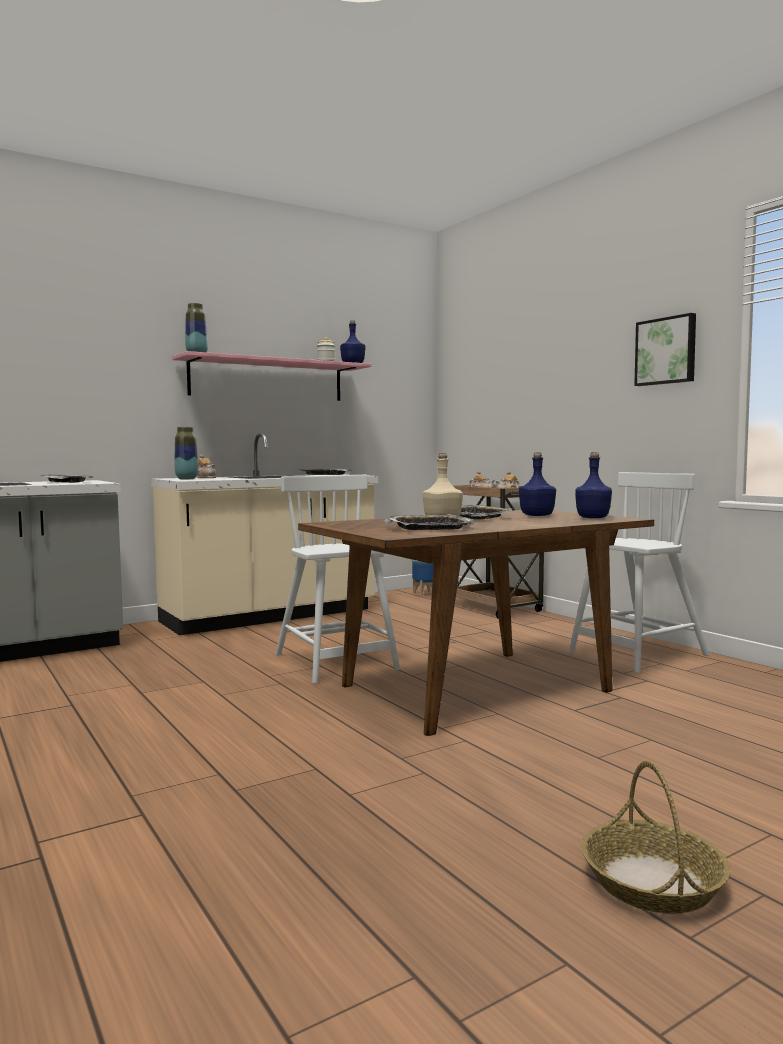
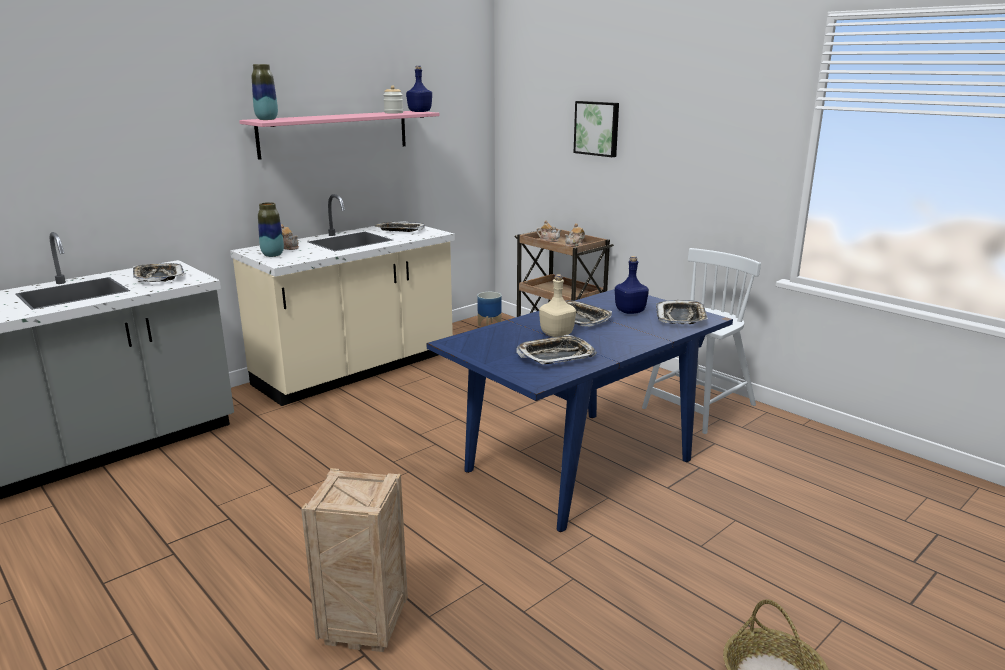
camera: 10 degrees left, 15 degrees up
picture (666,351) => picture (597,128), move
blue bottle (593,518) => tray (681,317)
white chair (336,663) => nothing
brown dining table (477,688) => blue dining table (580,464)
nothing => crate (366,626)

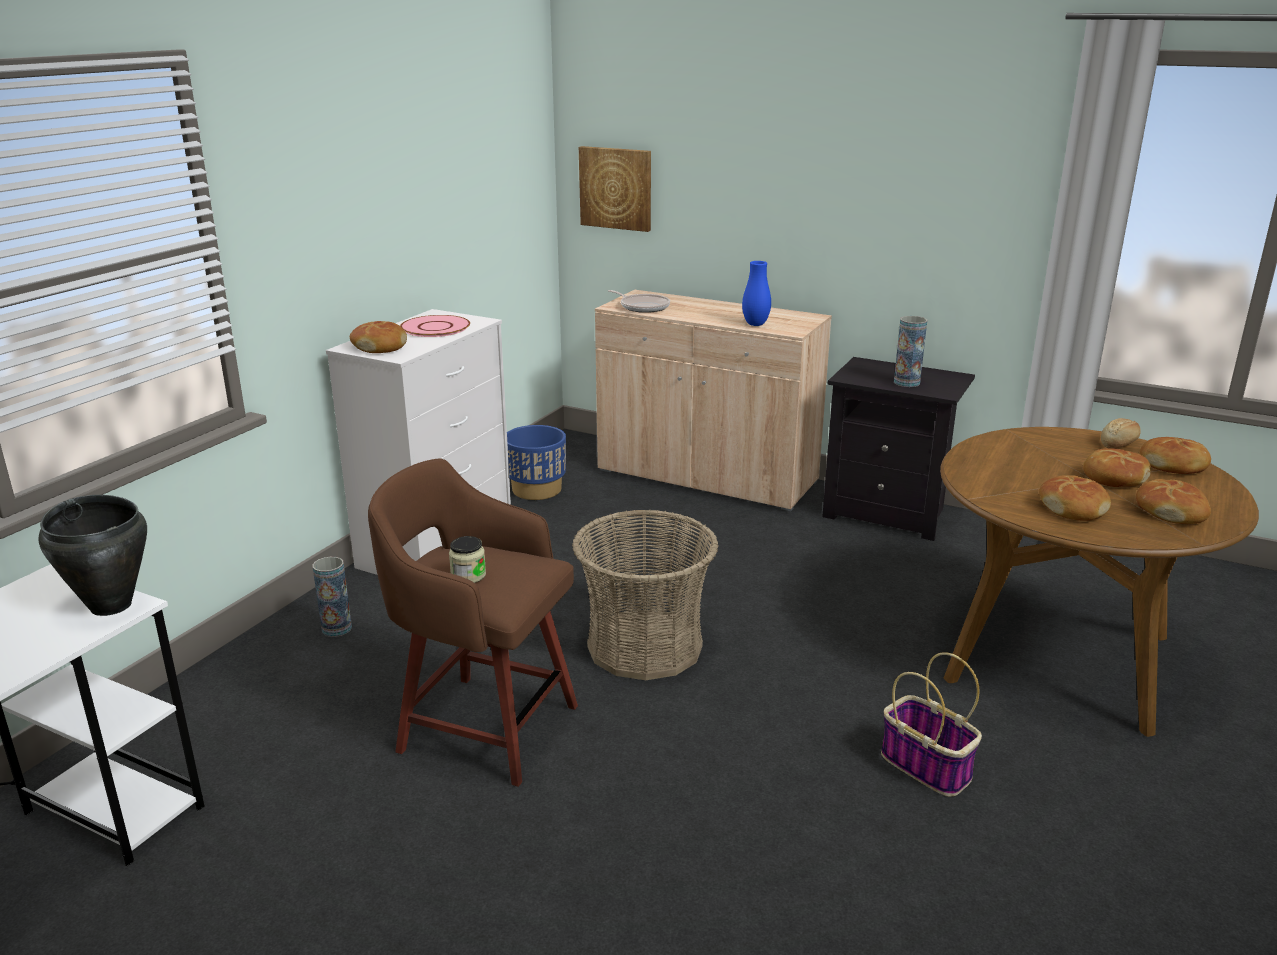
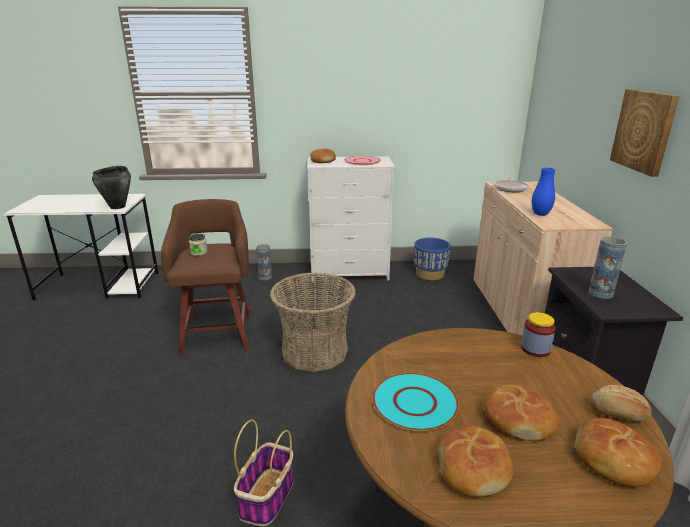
camera: 60 degrees right, 0 degrees up
picture (616,188) => picture (644,131), move
bread (1073,508) => turquoise plate (415,403)
nothing => jar (535,349)

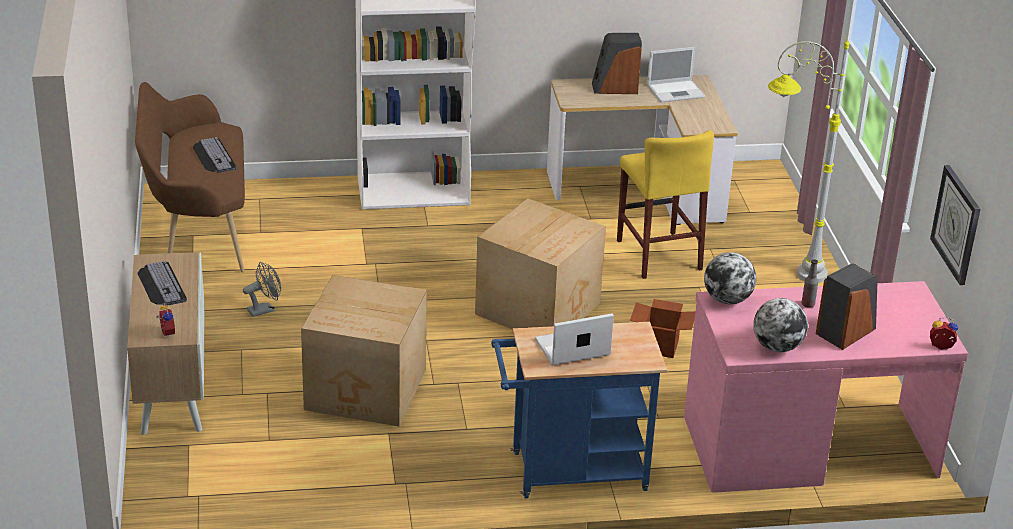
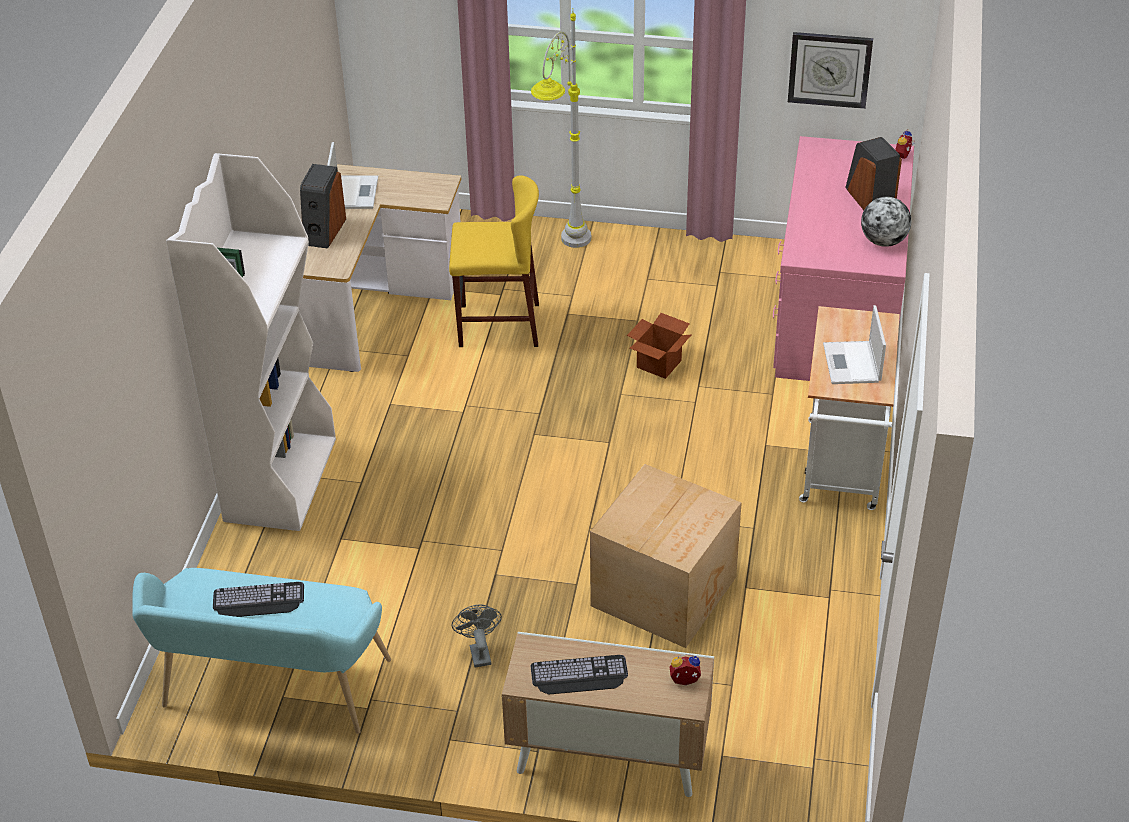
camera: 70 degrees left, 10 degrees up
brown bench (197,229) => turquoise bench (270,690)
cardboard box (540,308) => nothing
globe (727,300) => nothing
bottle (808,304) => nothing
blue cart (569,473) => white cart (842,471)

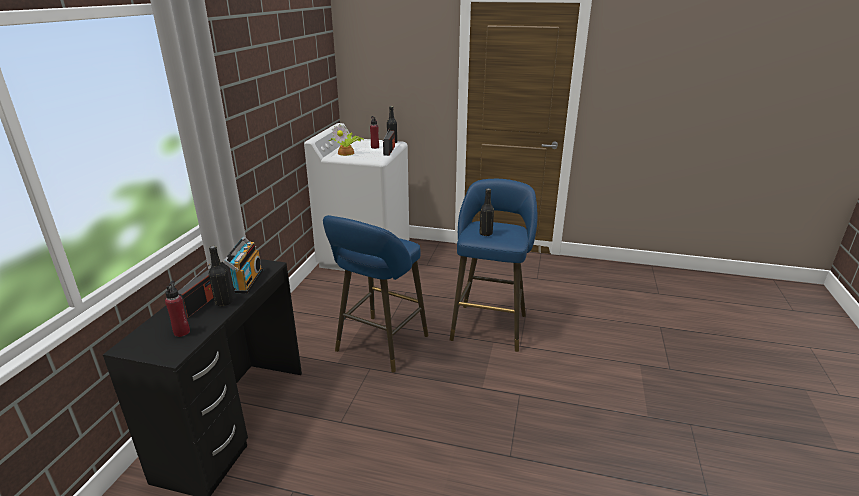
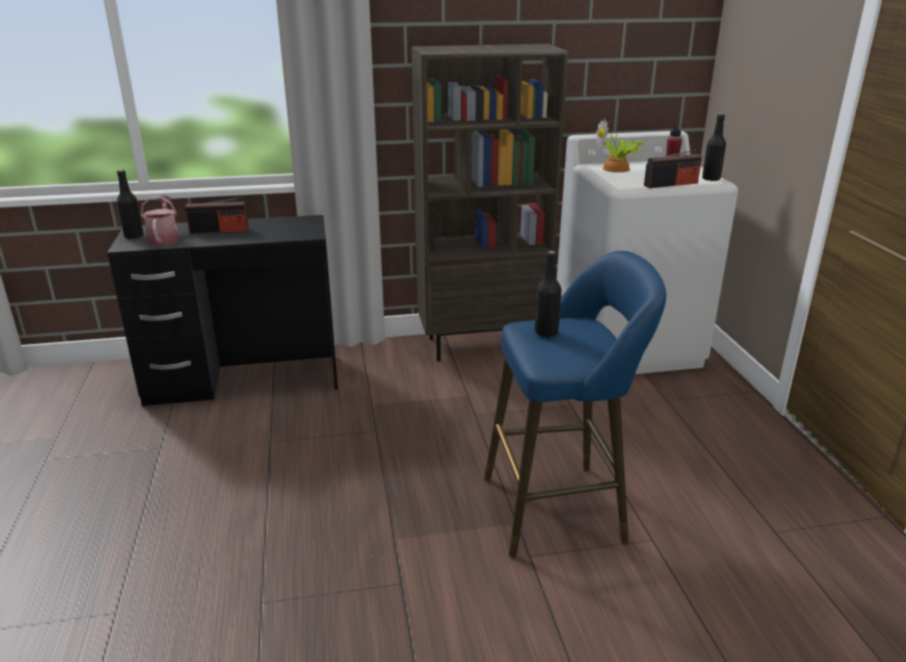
camera: 65 degrees right, 0 degrees up
blue stool (379,346) => nothing
radio (247,281) => nothing
black bottle (224,302) => black bottle (134,236), move
red bottle (182,332) => watering can (164,238)
nothing => brown bookcase (482,344)

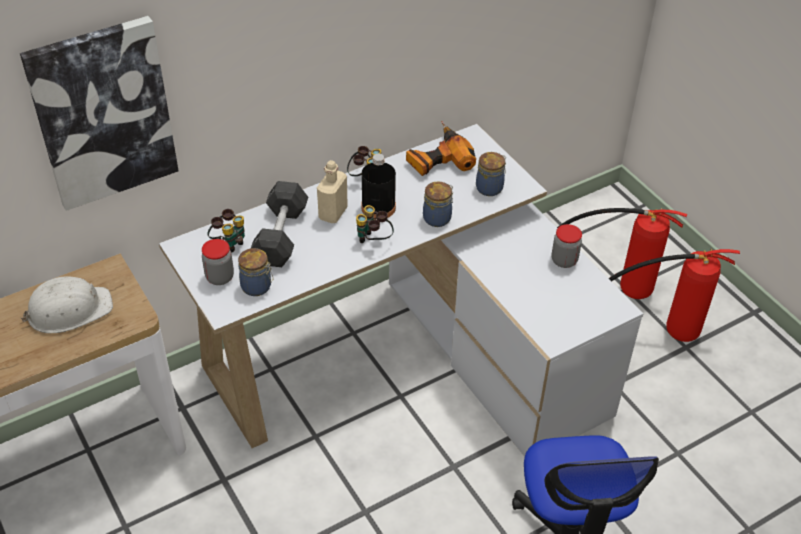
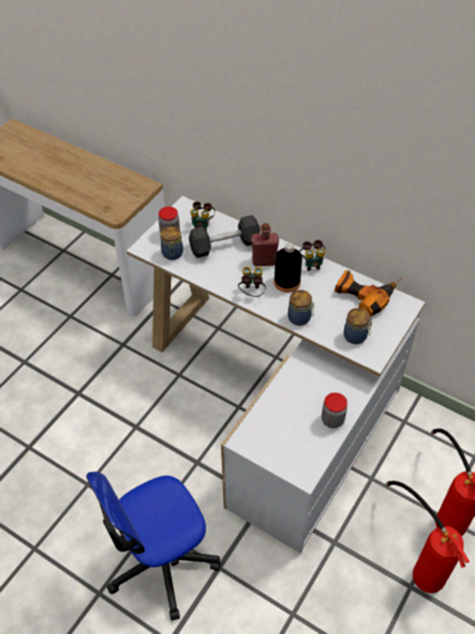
camera: 65 degrees right, 5 degrees up
picture (103,113) => nothing
beige bottle (333,213) => red bottle (264,261)
white hard hat (69,310) => nothing

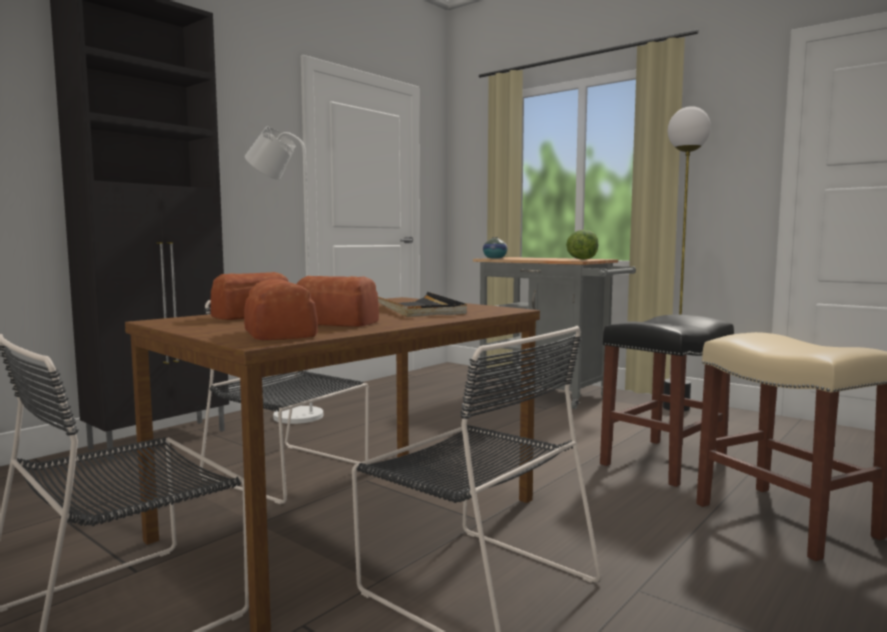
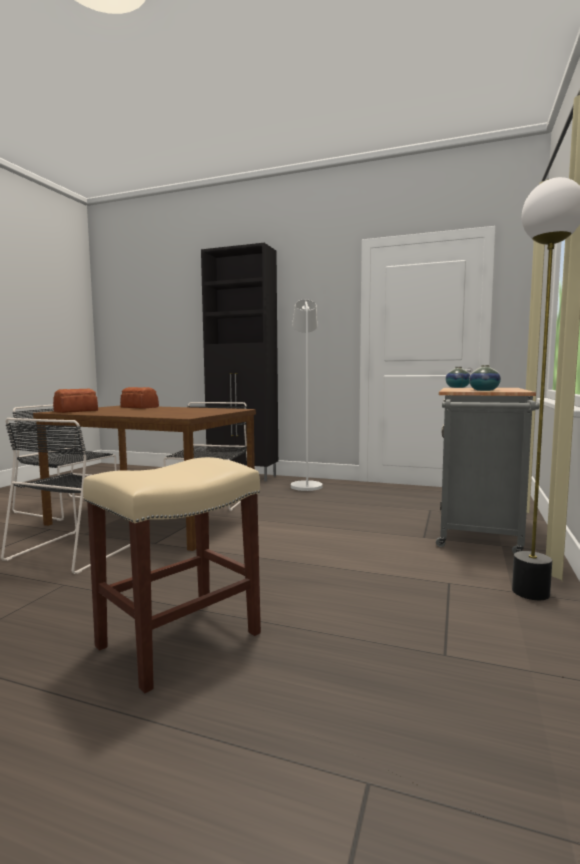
camera: 70 degrees right, 0 degrees up
lettuce (582,259) => vase (484,390)
bread (335,322) => nothing
black tray (416,309) => nothing
black stool (663,462) => nothing

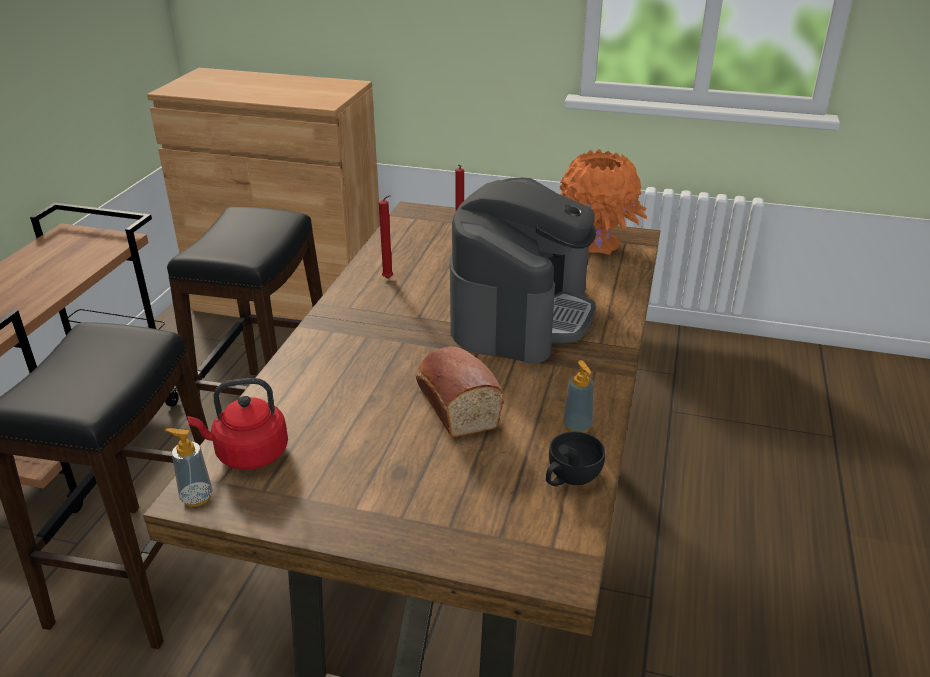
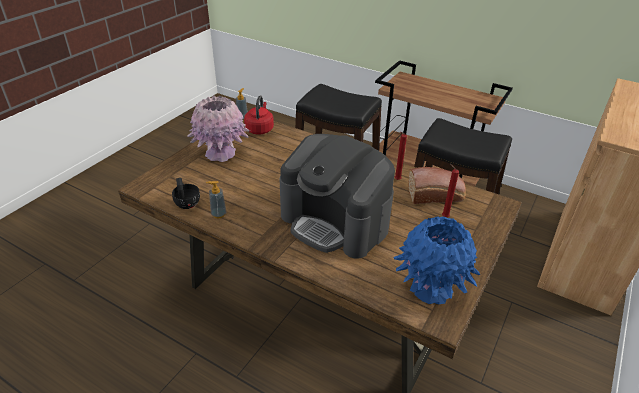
camera: 105 degrees right, 5 degrees up
orange vase (595,244) => blue vase (430,288)
bread (455,403) => bread (436,195), move
nothing => pink vase (221,154)

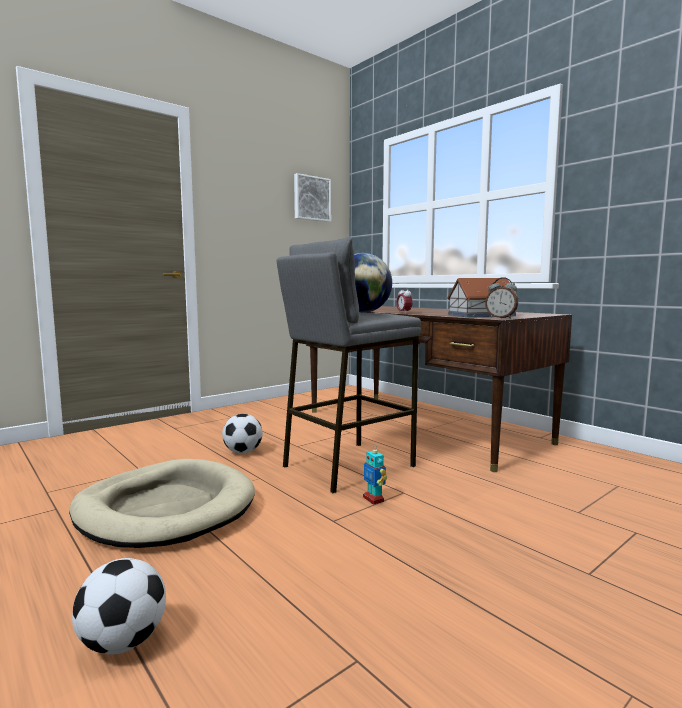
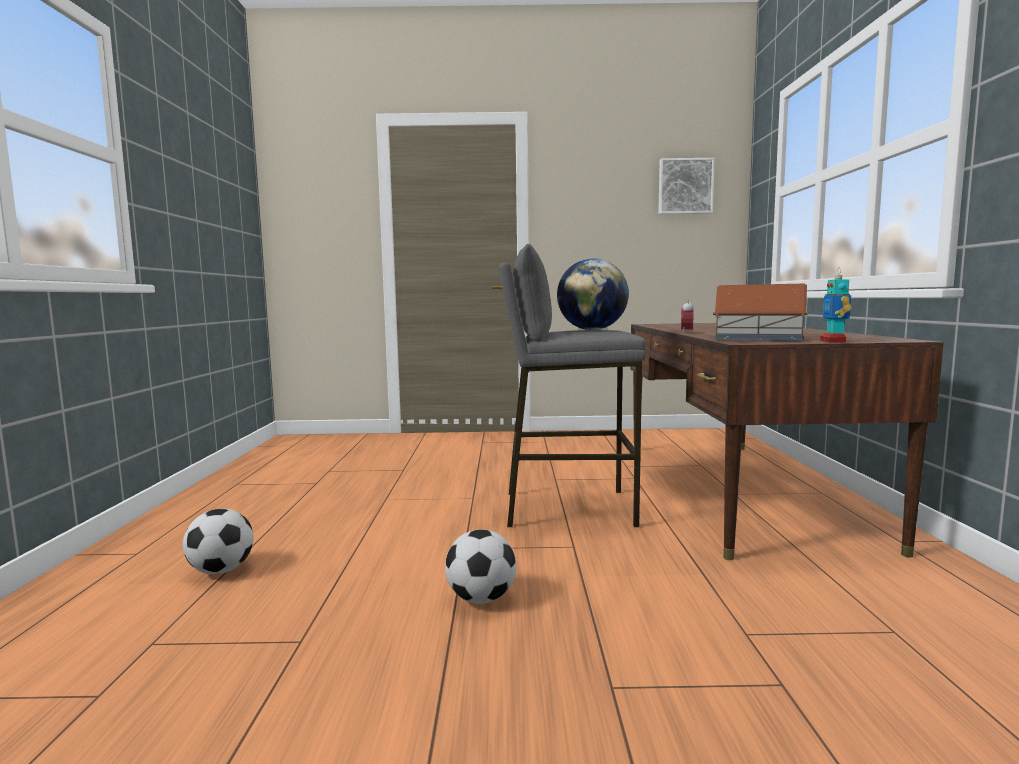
camera: 40 degrees right, 0 degrees up
alarm clock (501,318) => nothing
football (243,452) => football (481,599), move
toy robot (373,499) => toy robot (833,341), move
beige dog bed (165,509) => nothing

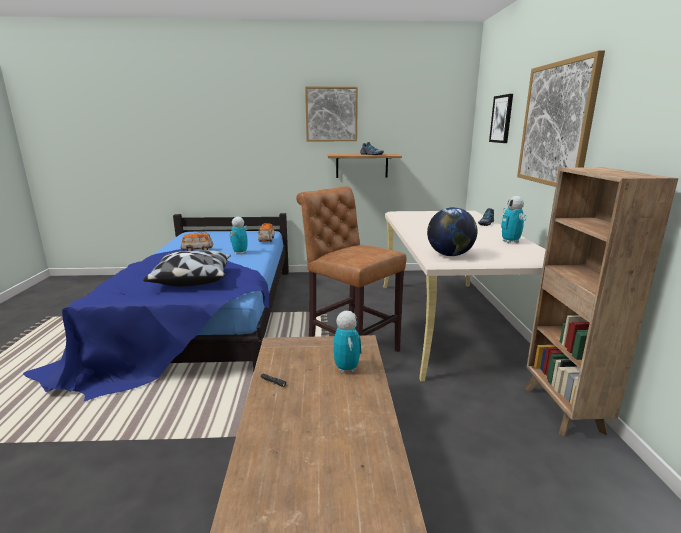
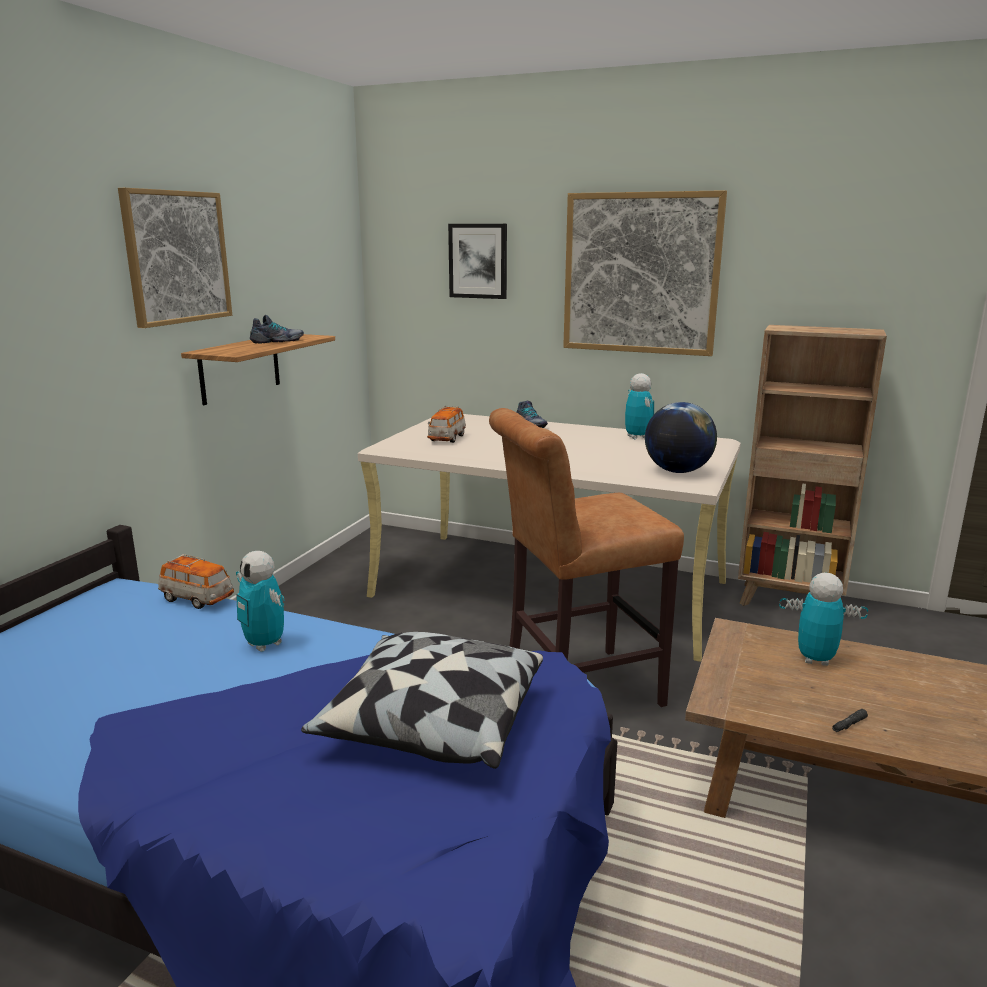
camera: 65 degrees left, 0 degrees up
toy robot (510,242) => toy robot (637,437), 120 degrees counterclockwise
toy car (197,250) => toy car (447,439), move

